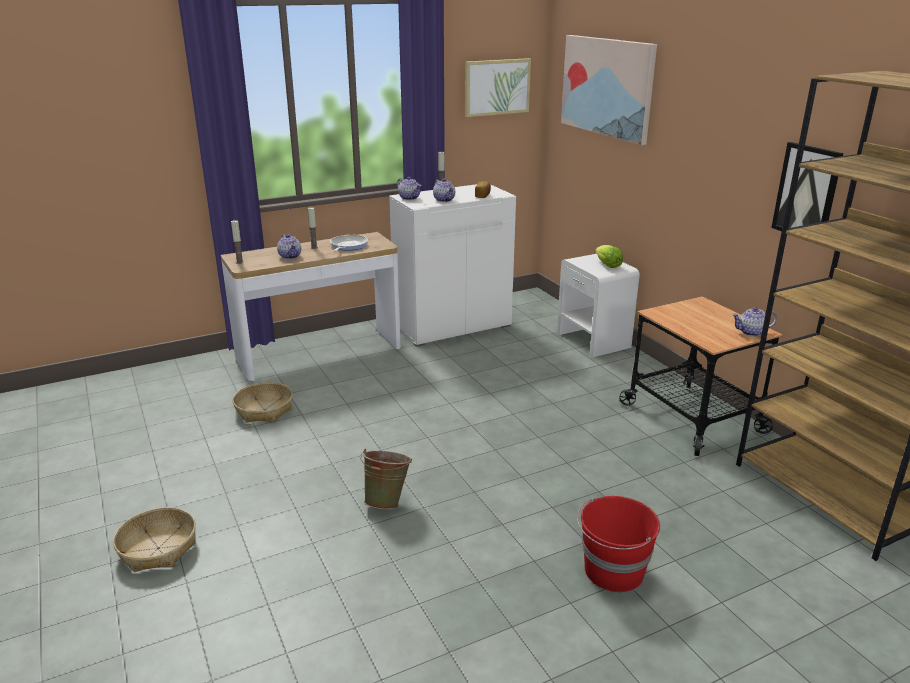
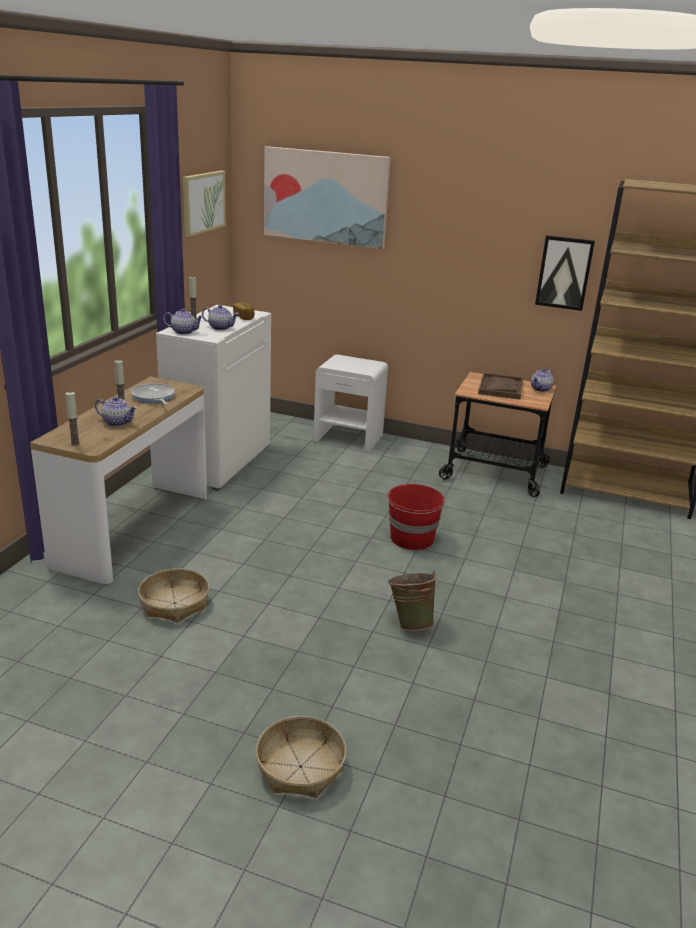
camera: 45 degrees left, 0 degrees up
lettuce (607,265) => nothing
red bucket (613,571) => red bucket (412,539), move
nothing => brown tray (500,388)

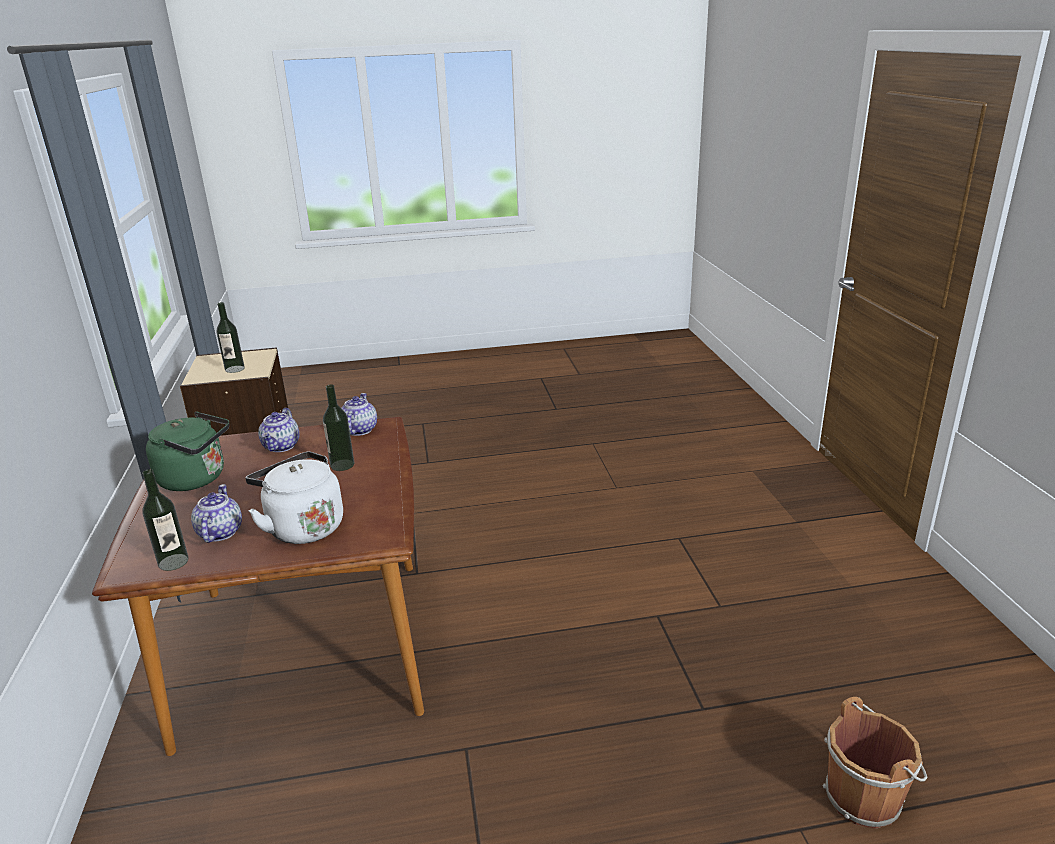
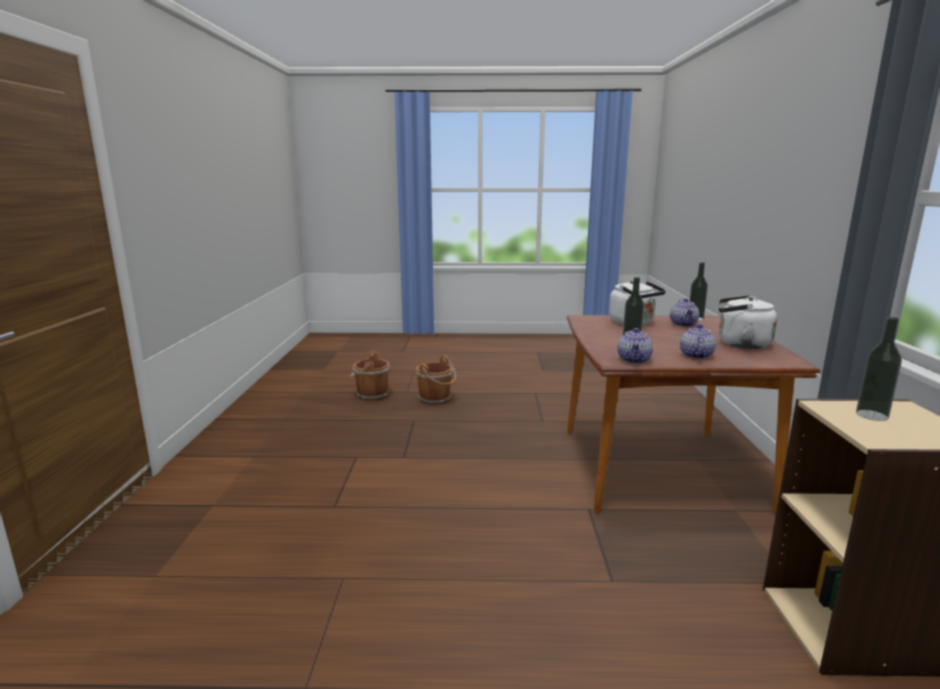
camera: 170 degrees left, 10 degrees down
green kettle (197,479) => white kettle (740,344)
nothing => brown bucket (436,399)

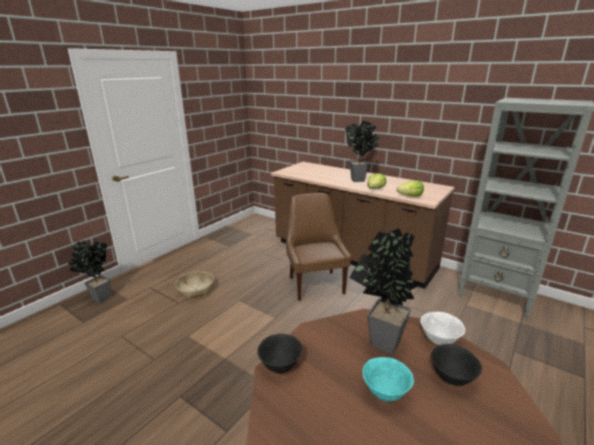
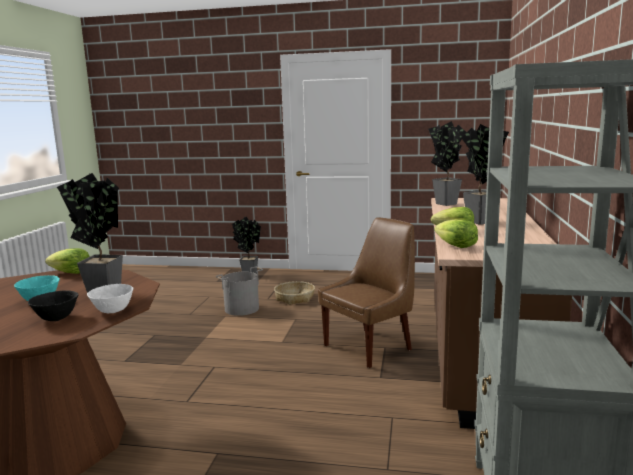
camera: 65 degrees right, 10 degrees down
black bowl (280,366) => lettuce (71,273)
nothing => potted plant (445,203)
nothing => grey bucket (242,309)

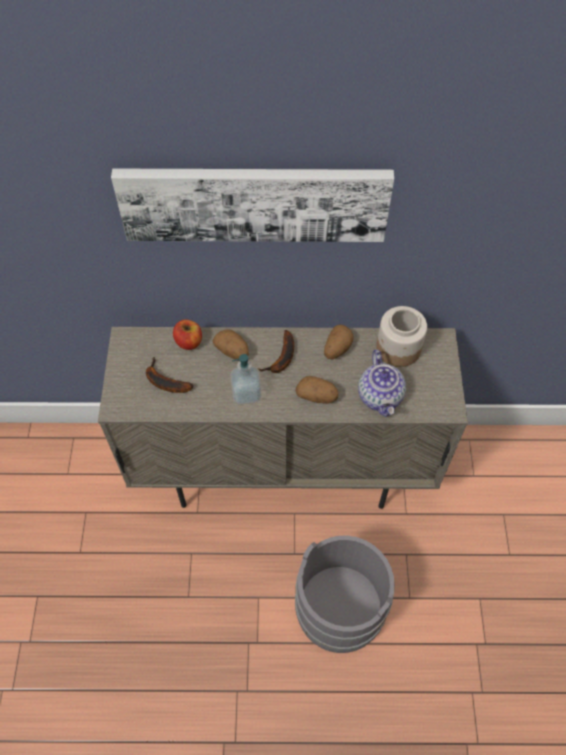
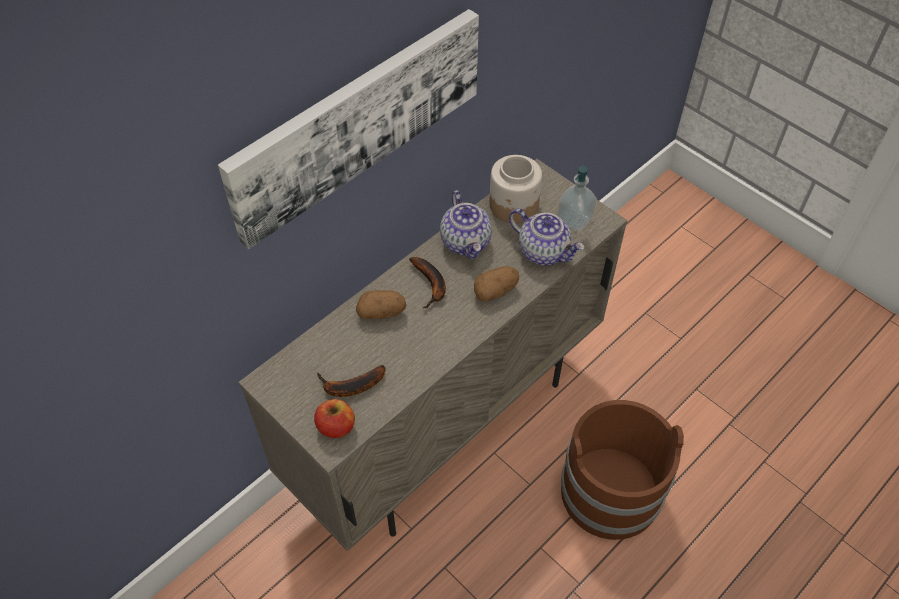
camera: 45 degrees left, 5 degrees down
apple (189,342) => apple (336,427), move
potato (336,349) => teapot (466,242)
soap dispenser (246,393) => soap dispenser (574,219), move
grey bucket (339,607) => brown bucket (609,492)

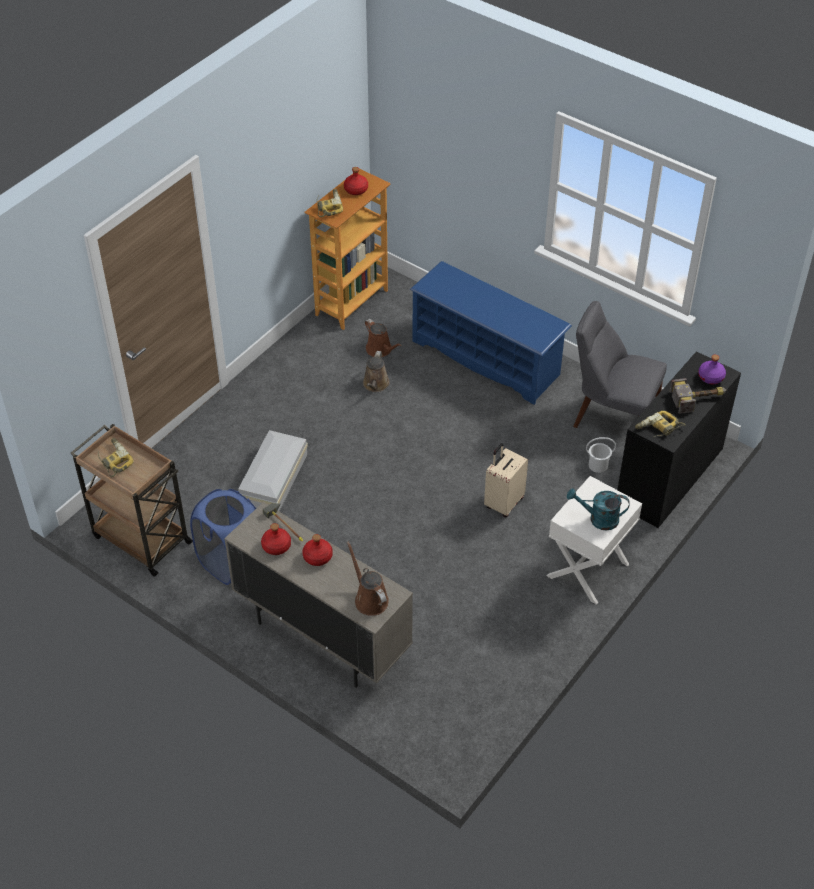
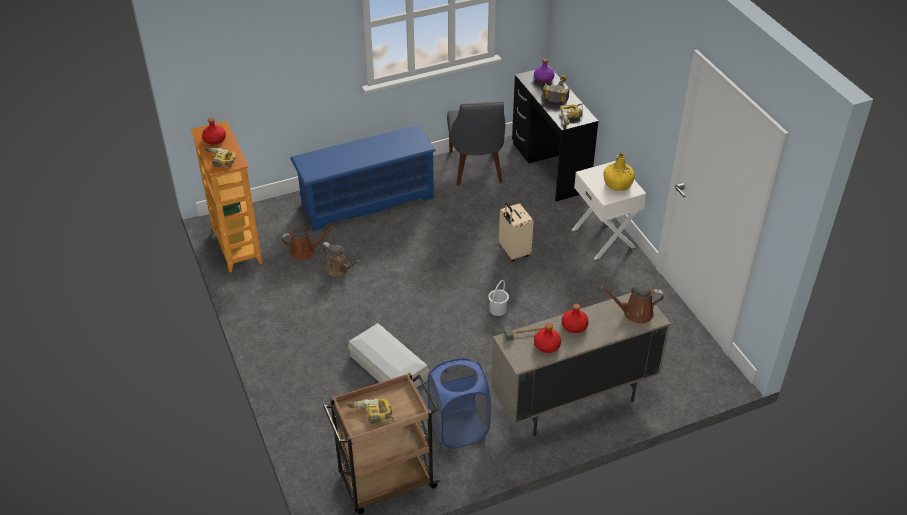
camera: 60 degrees left, 5 degrees down
grey chair (611,416) => grey chair (476,168), 60 degrees counterclockwise
white bucket (598,465) => white bucket (498,309), move
turquoise watering can (598,519) => yellow bottle (618,184)

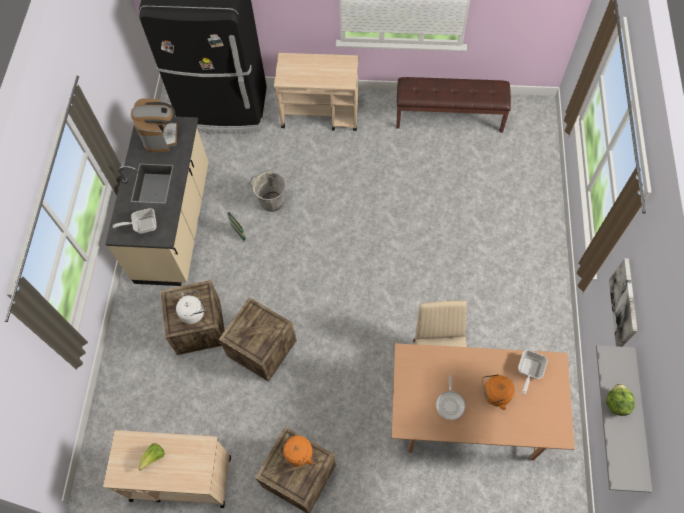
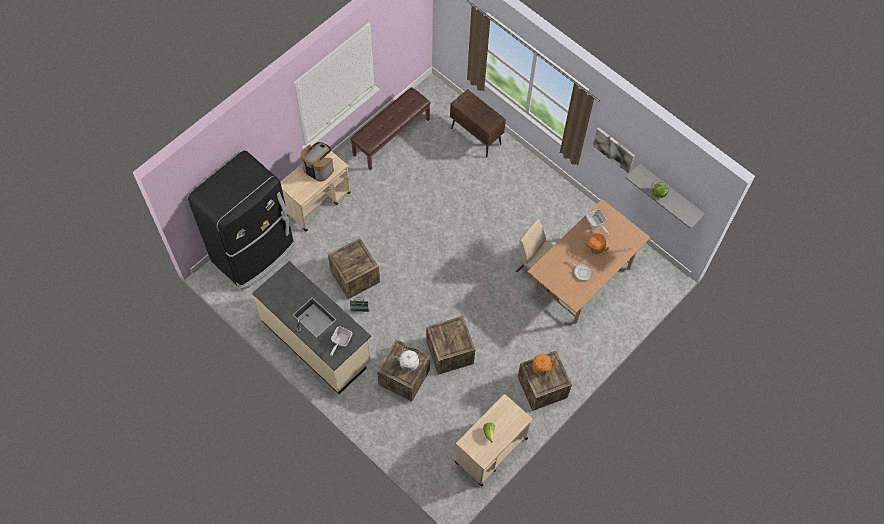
camera: 55 degrees left, 0 degrees up
coffee machine (161,136) => coffee machine (318,168), move
grey bucket (271,201) => crate (355,276)
nothing => brown cabinet (476,137)

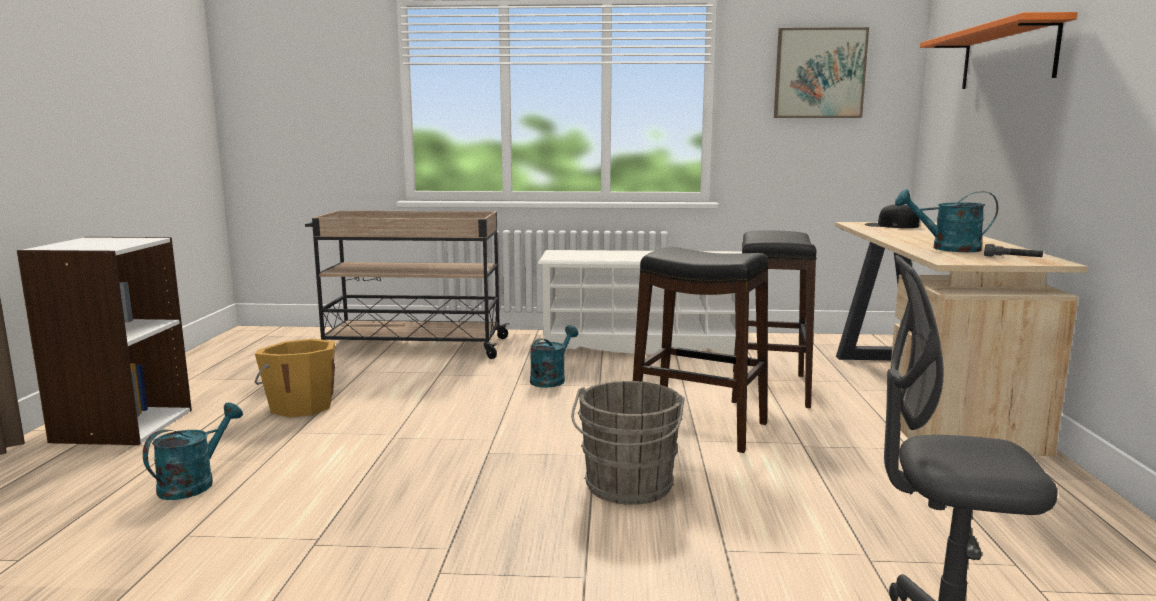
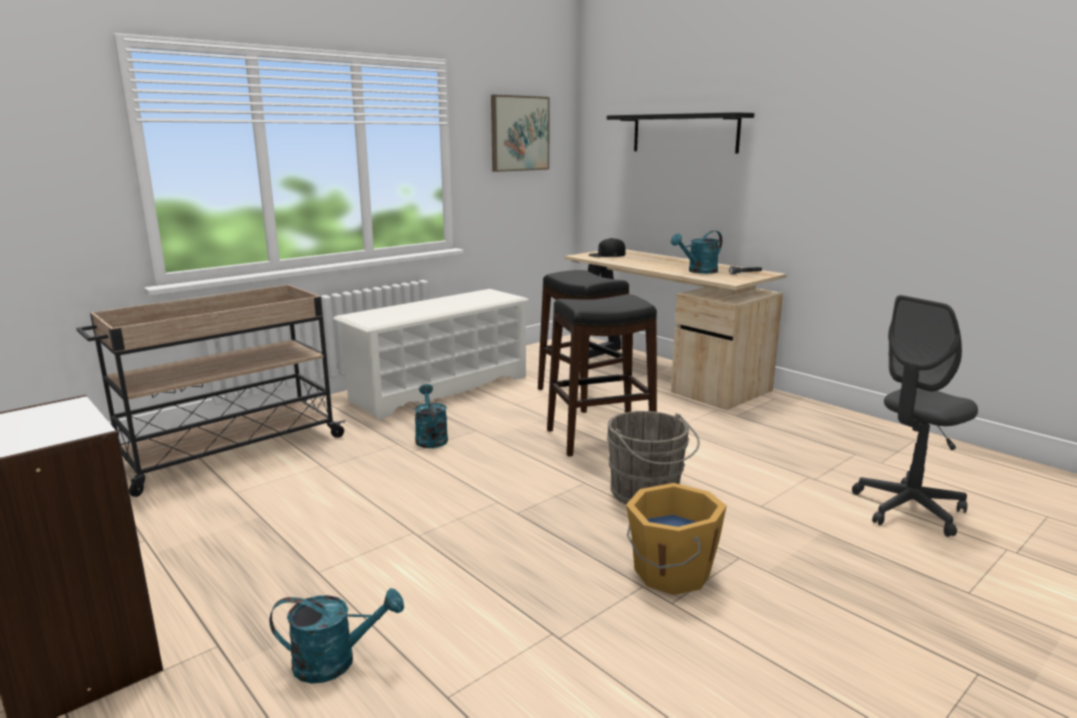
camera: 45 degrees left, 5 degrees up
orange shelf (1007,56) => black shelf (684,133)
orange bucket (300,406) => orange bucket (670,573), move
turquoise watering can (194,483) => turquoise watering can (335,661), 105 degrees clockwise

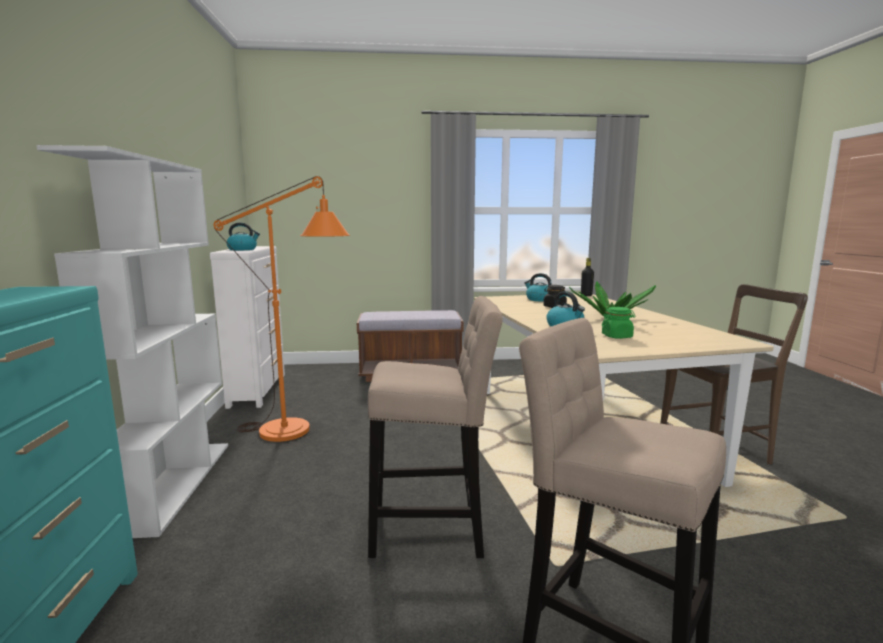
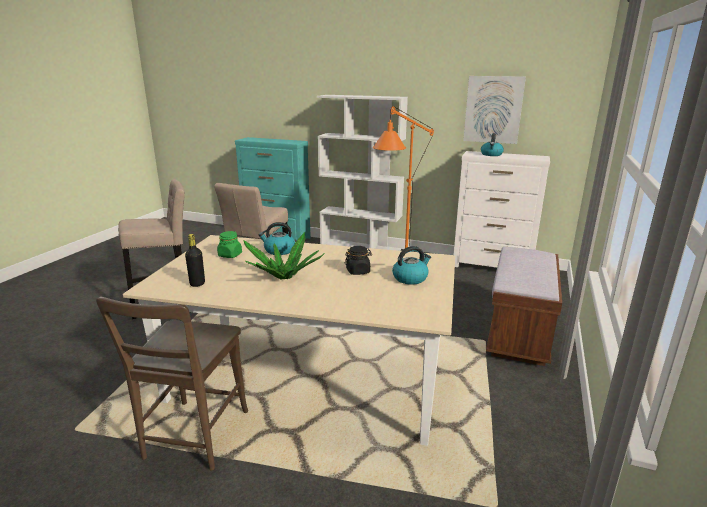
camera: 115 degrees right, 10 degrees up
black bottle (586,295) => black bottle (197,284), move
nothing => picture (493,109)

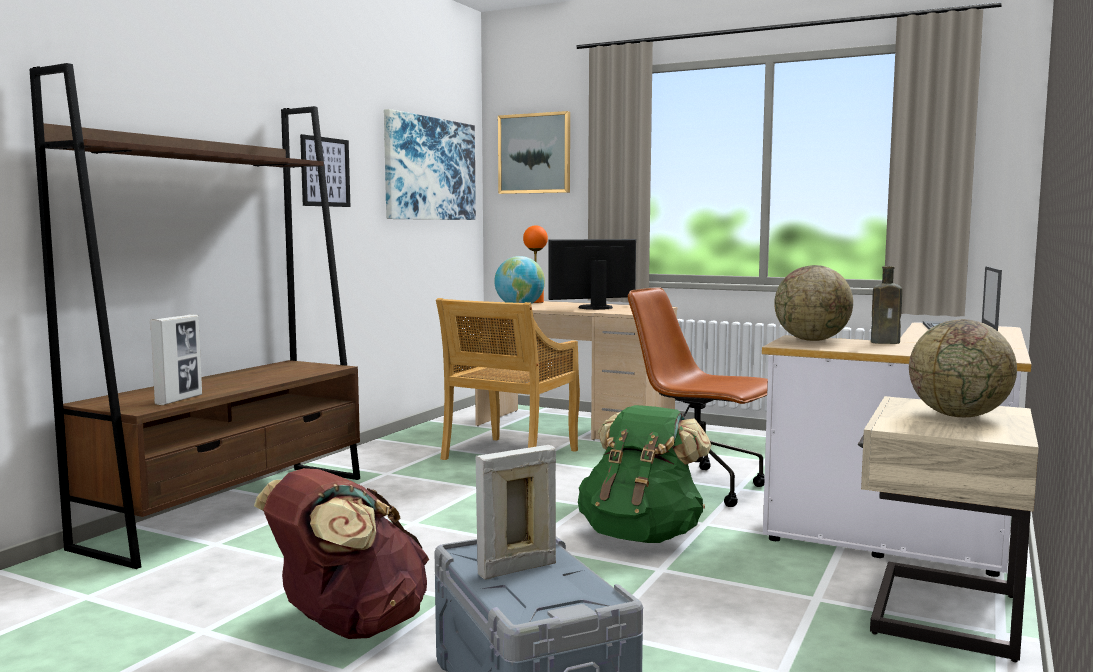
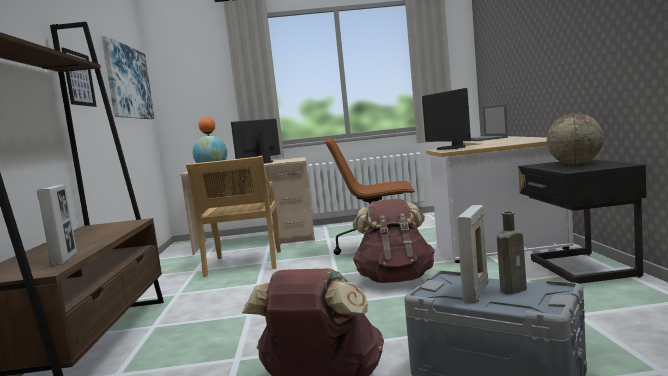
camera: 30 degrees left, 0 degrees up
picture (534,153) => nothing
globe (812,340) => monitor (449,148)
brown bottle (887,342) => brown bottle (514,289), move
beige nightstand (938,613) => black nightstand (579,269)
green backpack (641,536) => brown backpack (395,279)

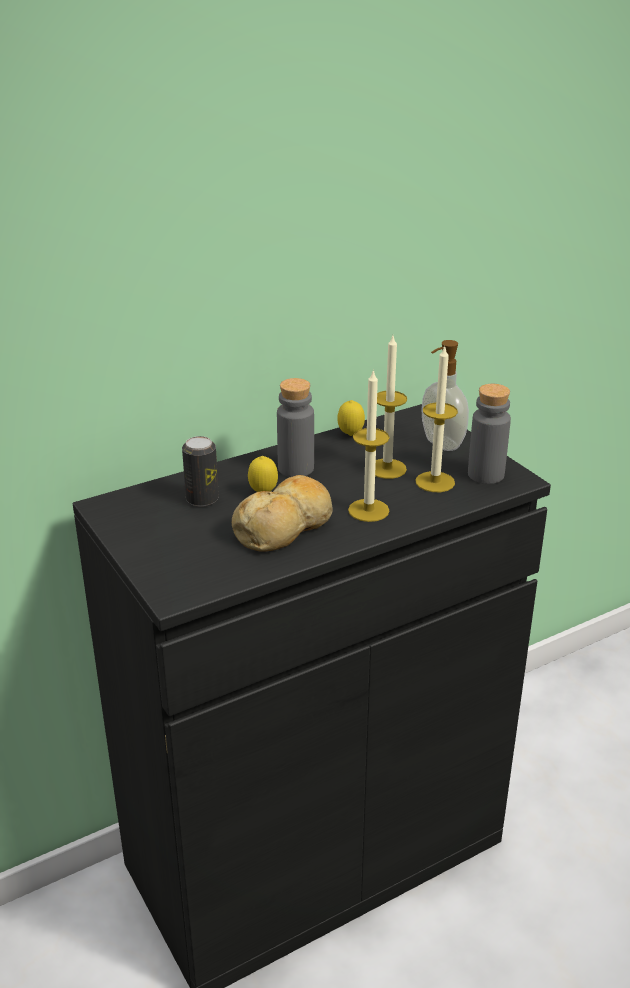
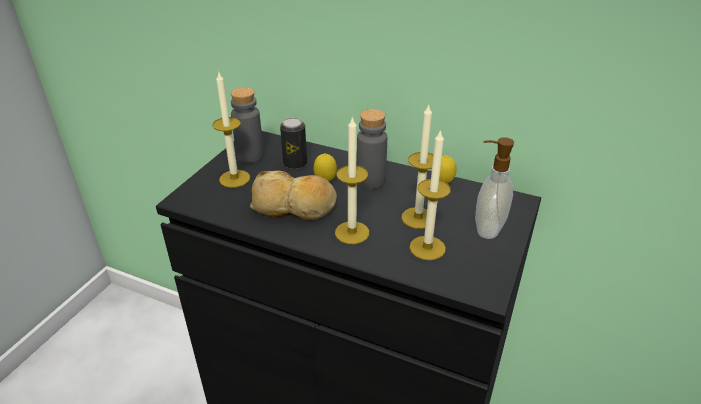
camera: 55 degrees right, 5 degrees up
grey bottle (485,474) => grey bottle (250,155), move
nothing => candle (234,178)

